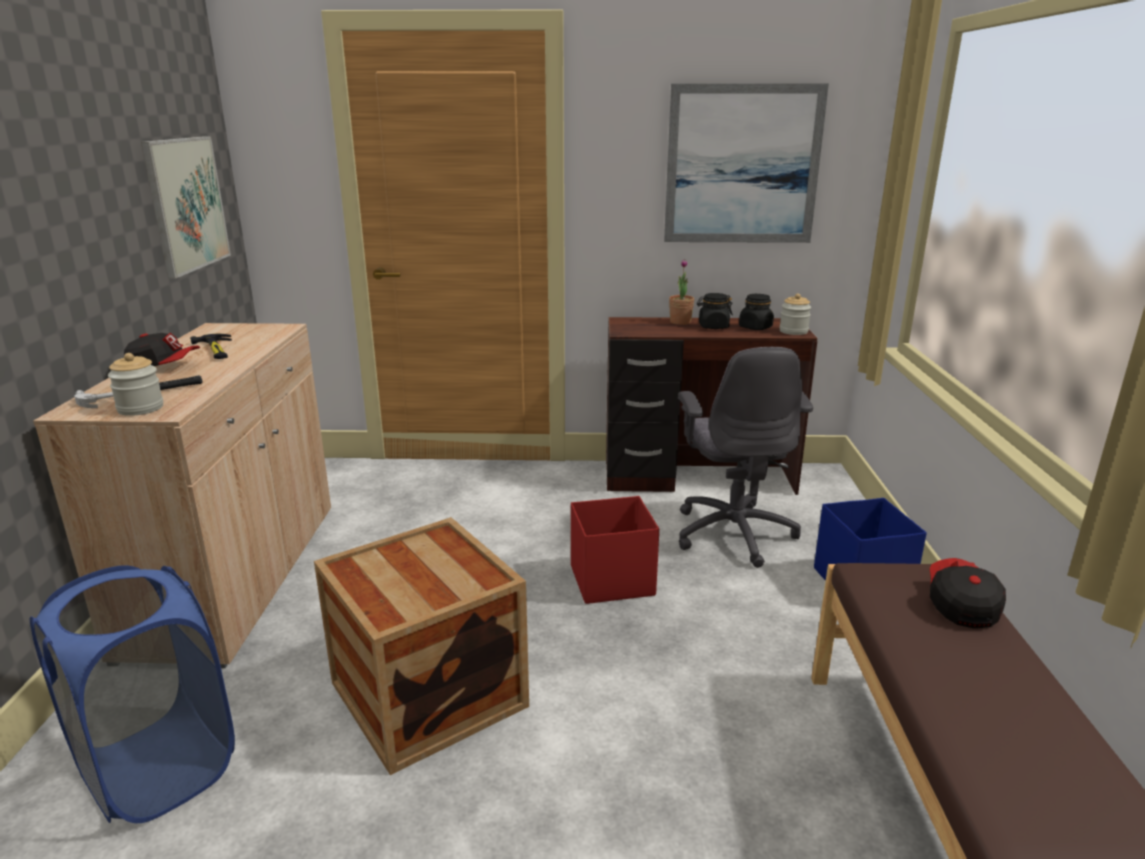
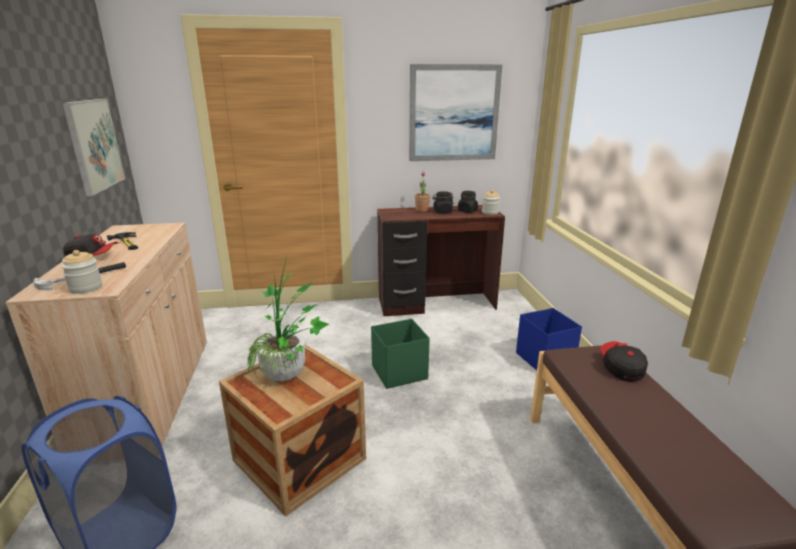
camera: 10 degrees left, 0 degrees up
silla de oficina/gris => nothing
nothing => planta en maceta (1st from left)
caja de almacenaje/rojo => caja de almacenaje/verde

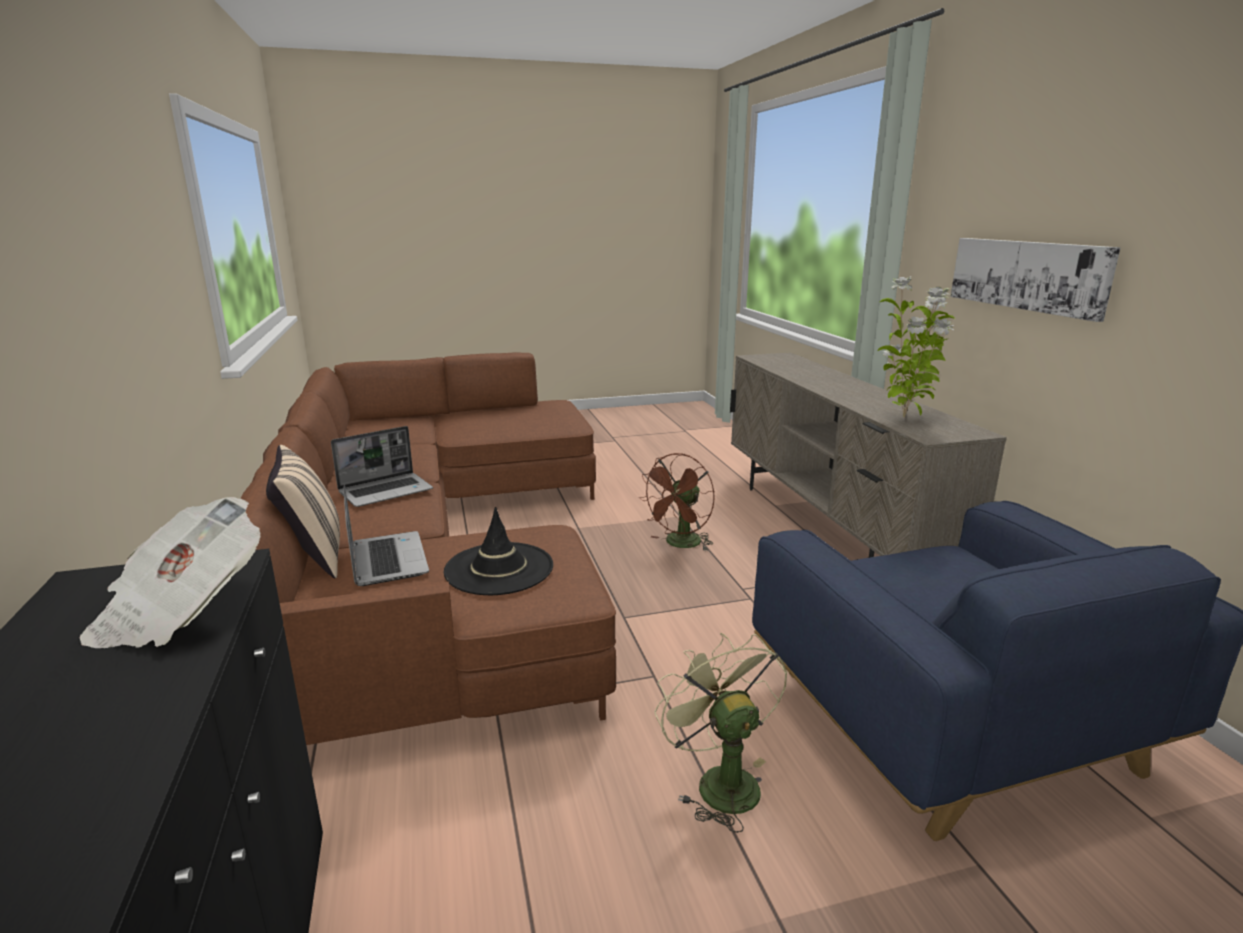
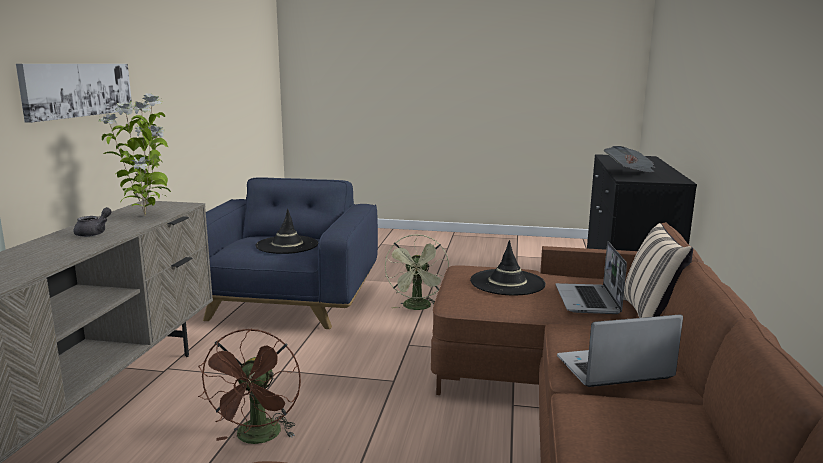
camera: 155 degrees left, 5 degrees down
nothing => tetera/gris
nothing => sombrero/negro (1st from left)
ventilador/marrón, 120 degrees clockwise

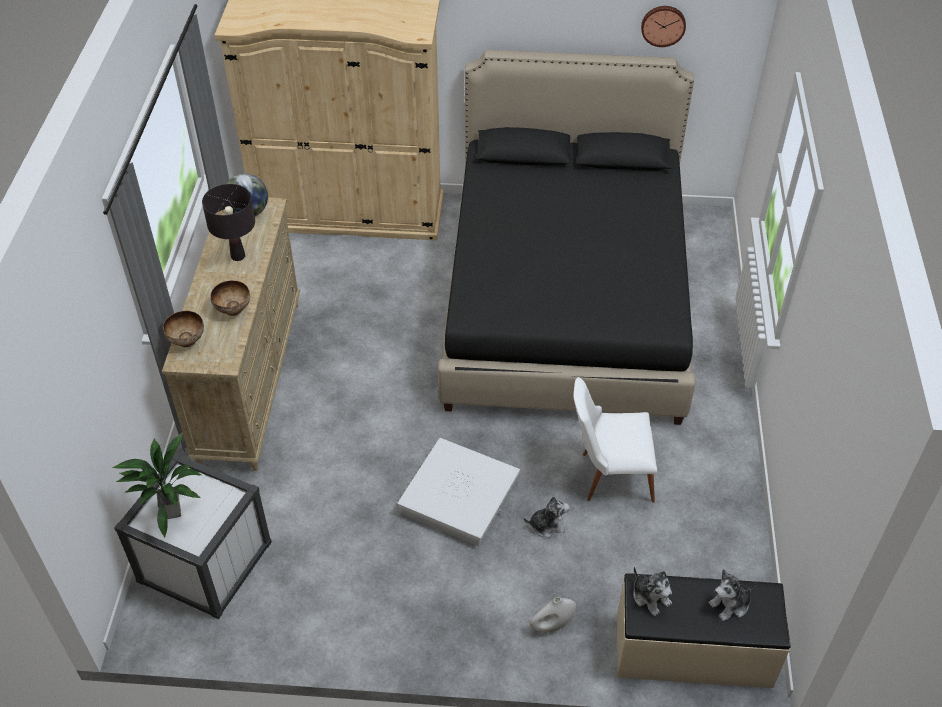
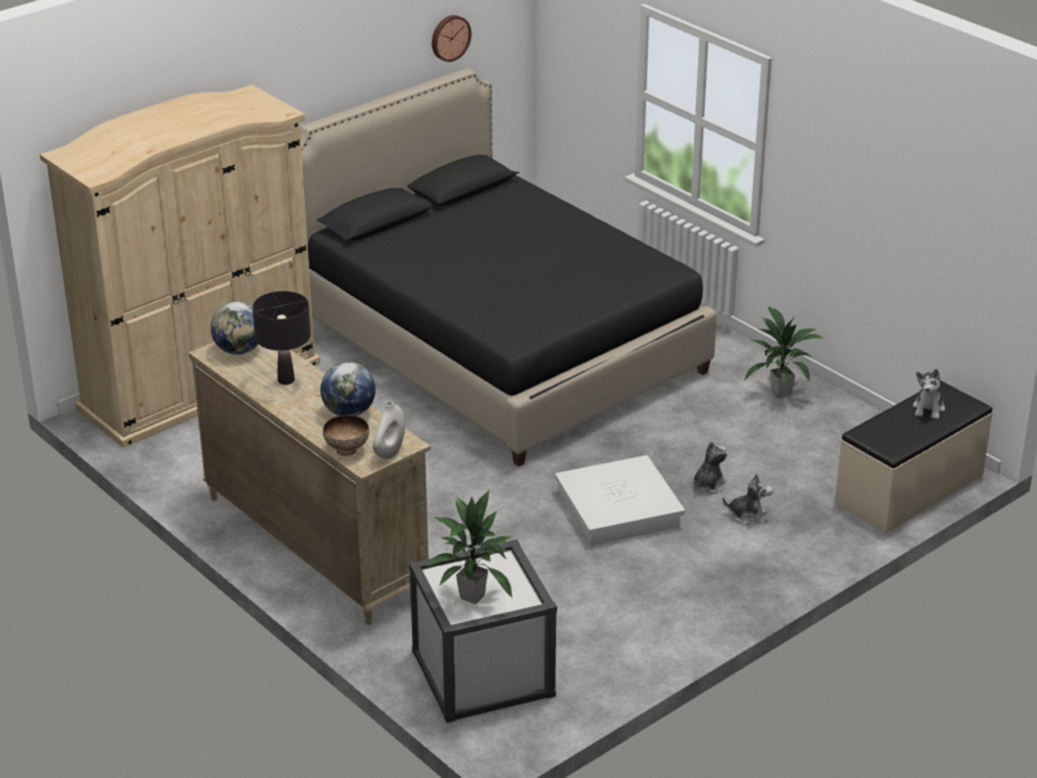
camera: 45 degrees left, 15 degrees down
silla/blanco => nothing
nothing => planta en maceta (2nd from left)
florero/blanco, move
peluche (2nd from left), move
cuenco (2nd from left) => globo terráqueo (2nd from left)

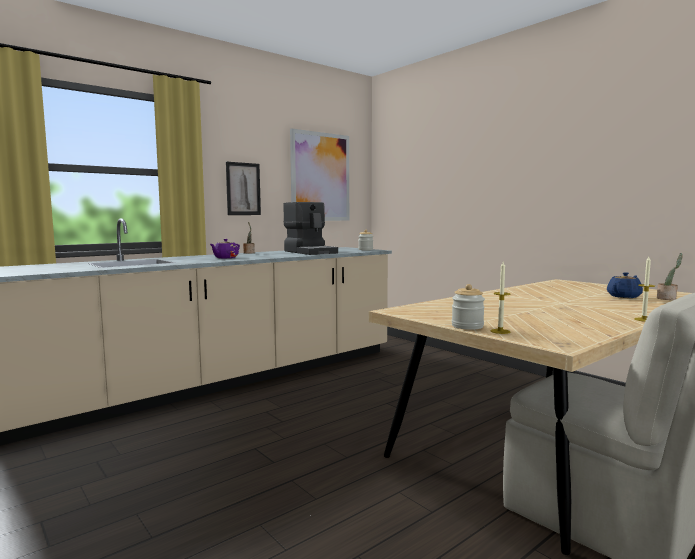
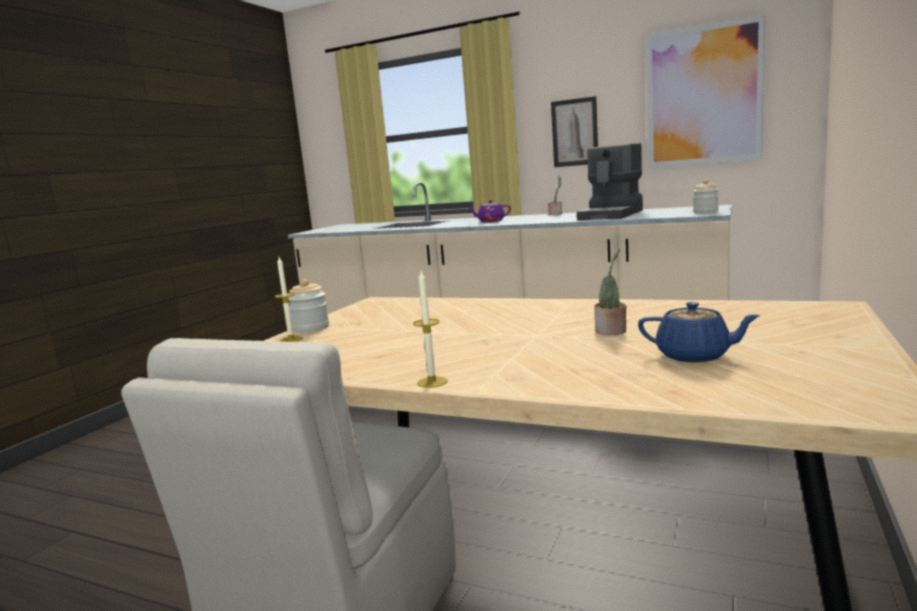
camera: 65 degrees right, 5 degrees up
planta en maceta (2nd from left), move

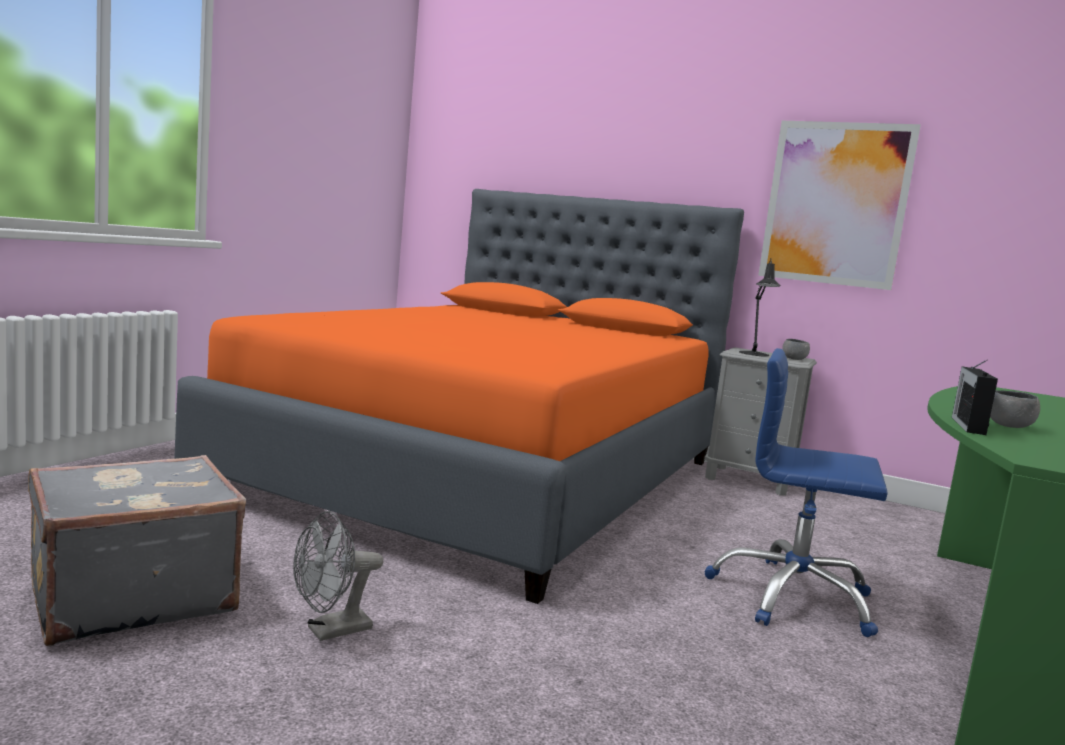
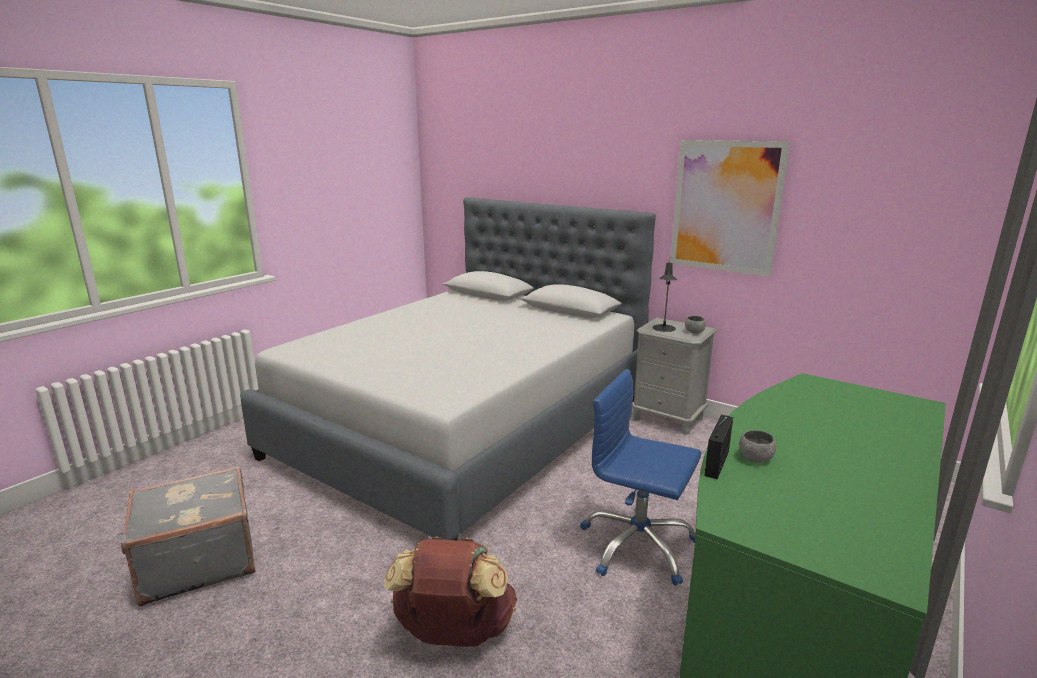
camera: 10 degrees right, 10 degrees up
ventilador/gris => nothing
nothing => mochila/marrón
cama/naranja => cama/gris

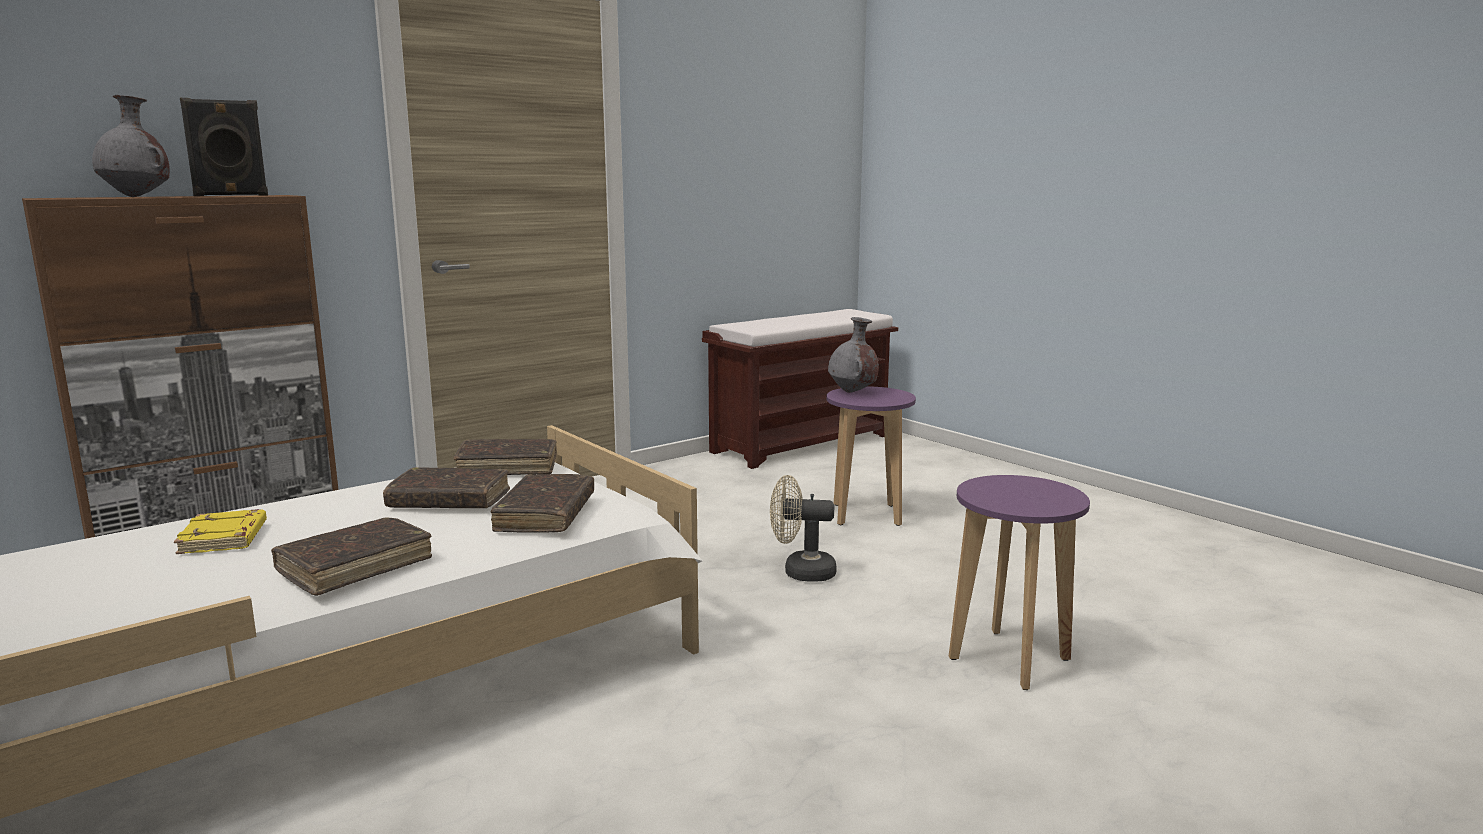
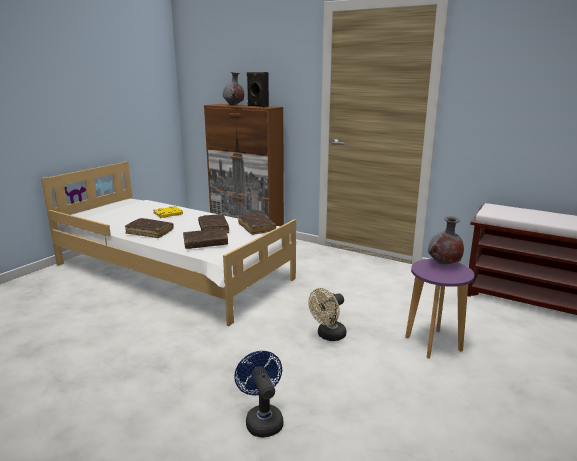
camera: 70 degrees right, 5 degrees up
taburete/morado (2nd from left) => ventilador/azul
ventilador/beis, 120 degrees counterclockwise

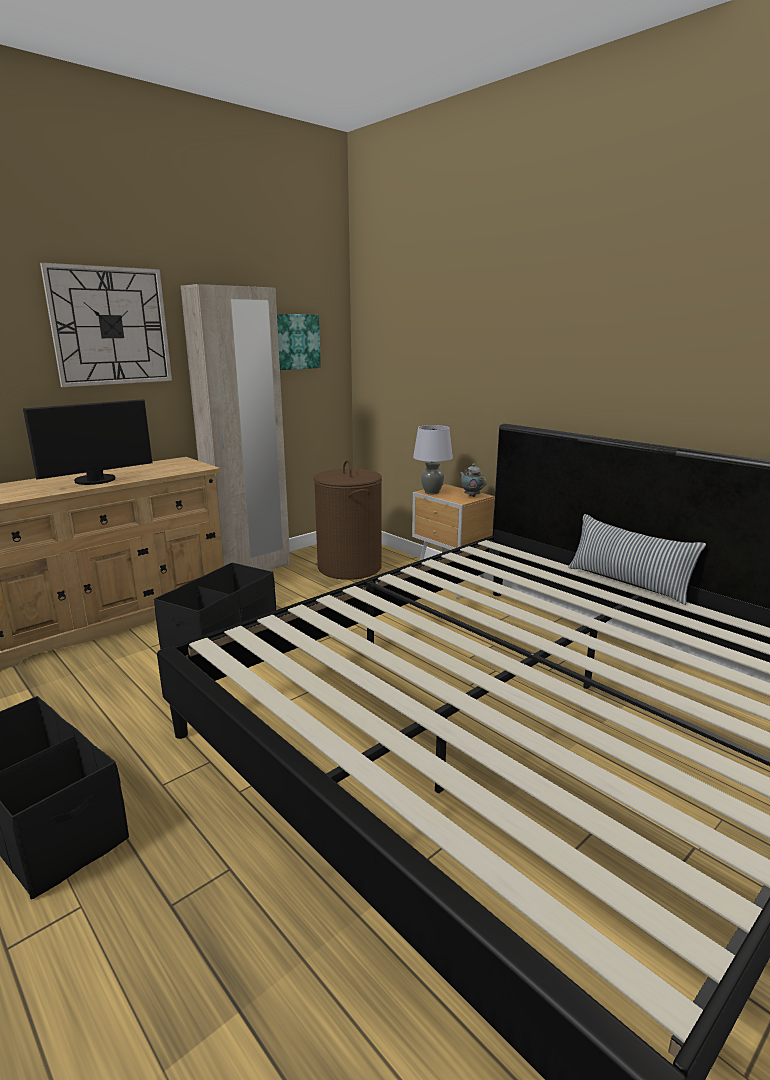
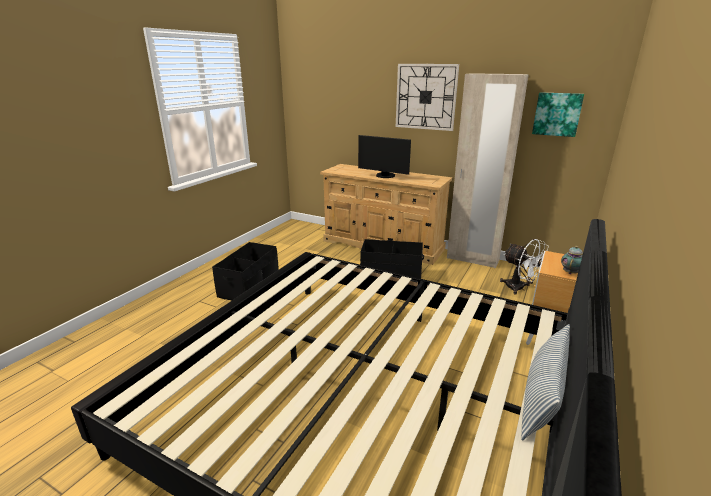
camera: 70 degrees right, 5 degrees up
lámpara de mesa/gris => nothing
cesto de la ropa/marrón => ventilador/blanco

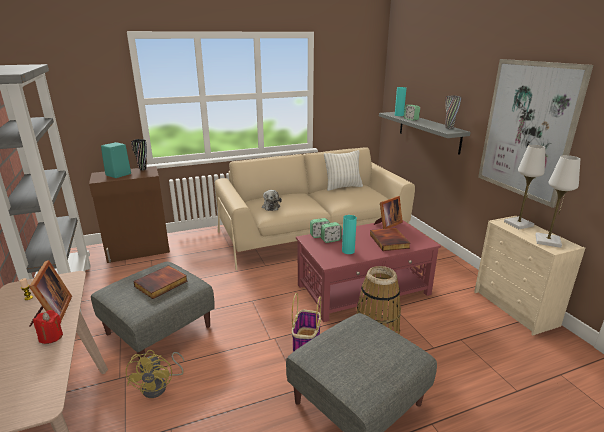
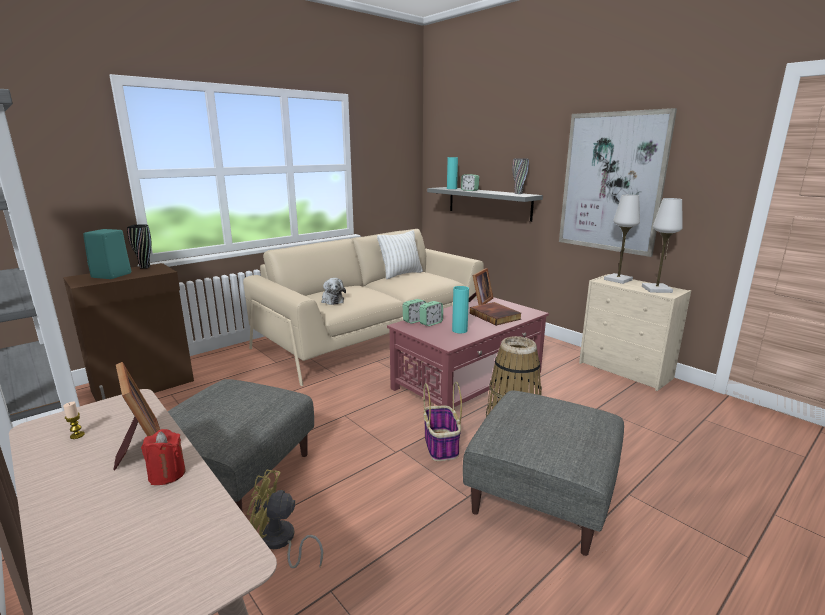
camera: 20 degrees left, 5 degrees down
libro (1st from left) => nothing
ventilador/amarillo, 120 degrees clockwise

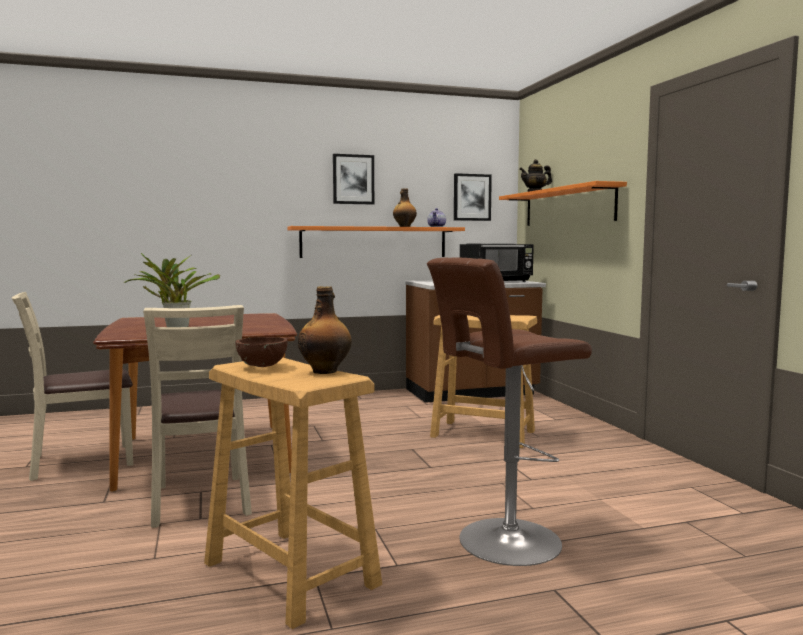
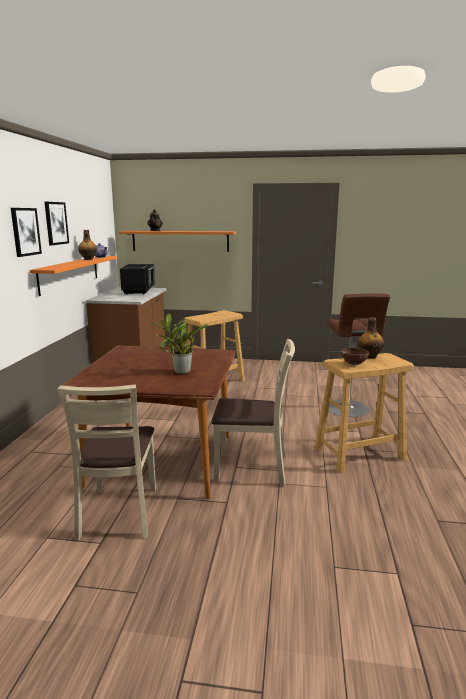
camera: 65 degrees left, 10 degrees up
cuadro (2nd from left in the first image) => cuadro (1st from left), move

